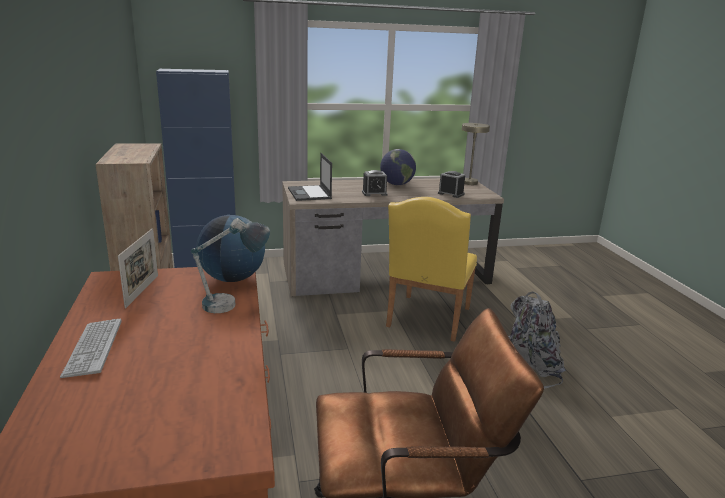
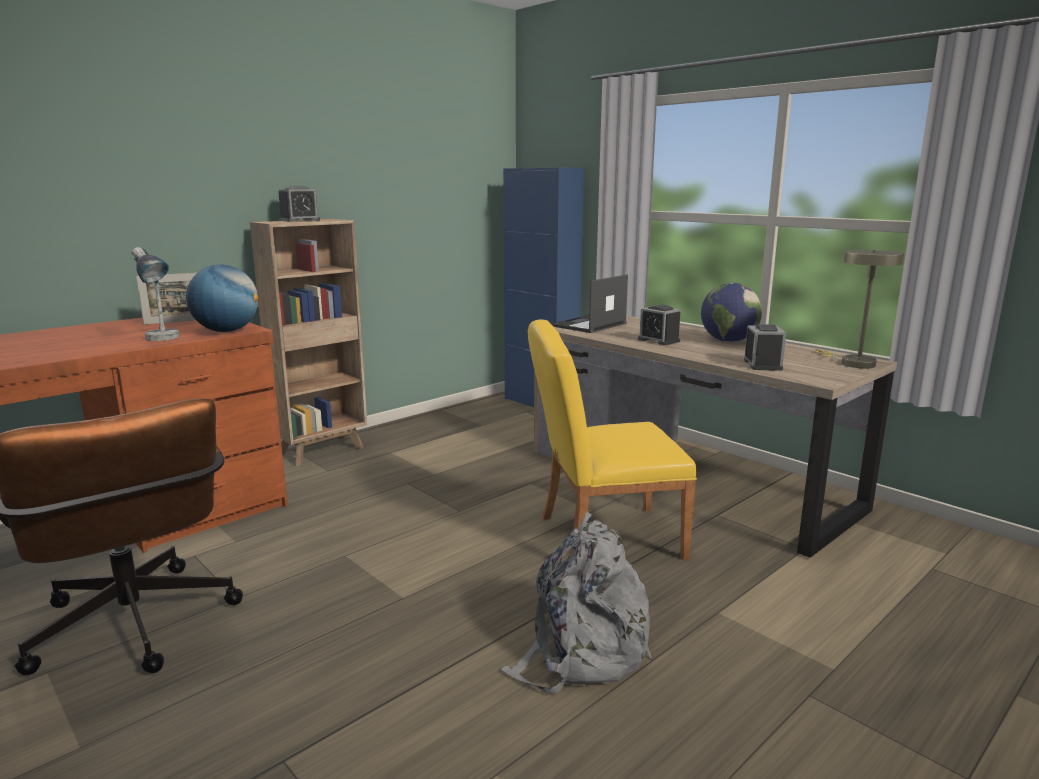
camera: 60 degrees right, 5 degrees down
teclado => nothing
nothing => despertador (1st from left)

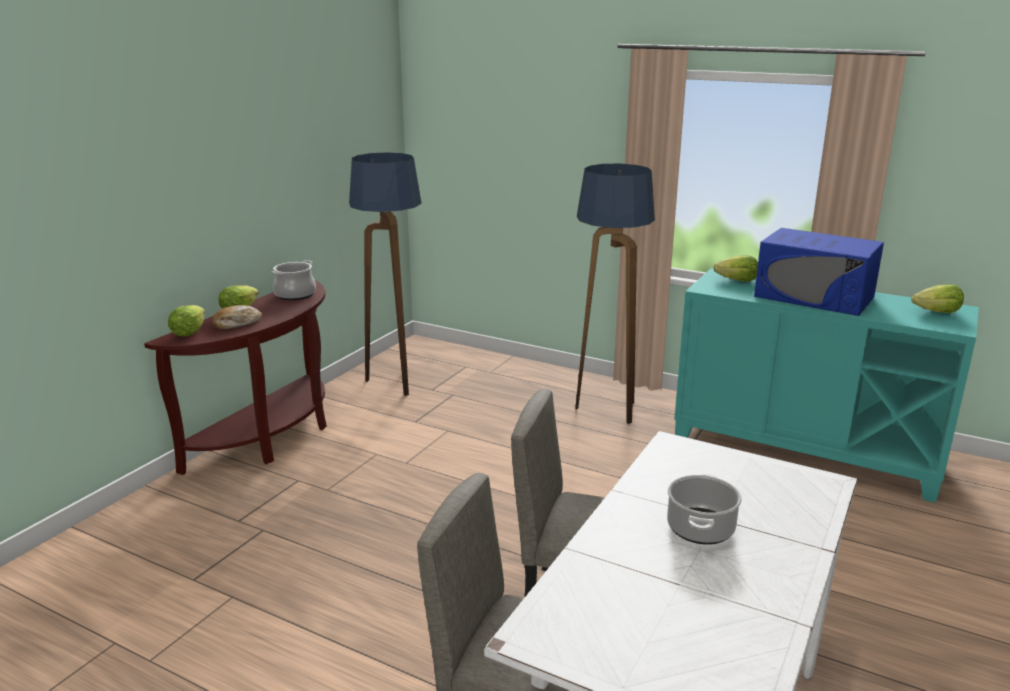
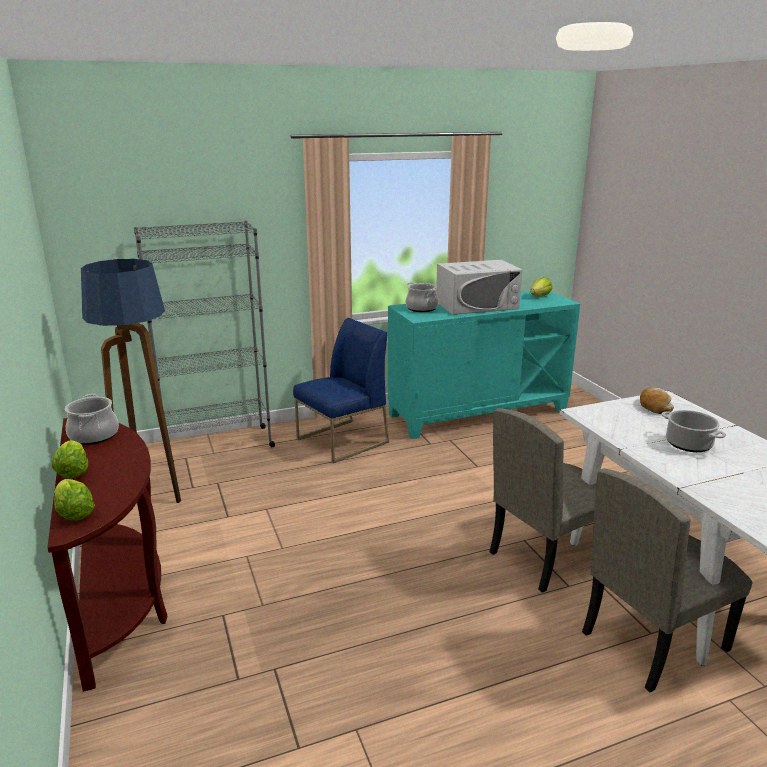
camera: 50 degrees left, 0 degrees up
nothing => estantería/gris
pan, move
lámpara de pie (2nd from left) => silla/azul
lechuga (3rd from left) => olla (2nd from left)
microondas/azul => microondas/blanco

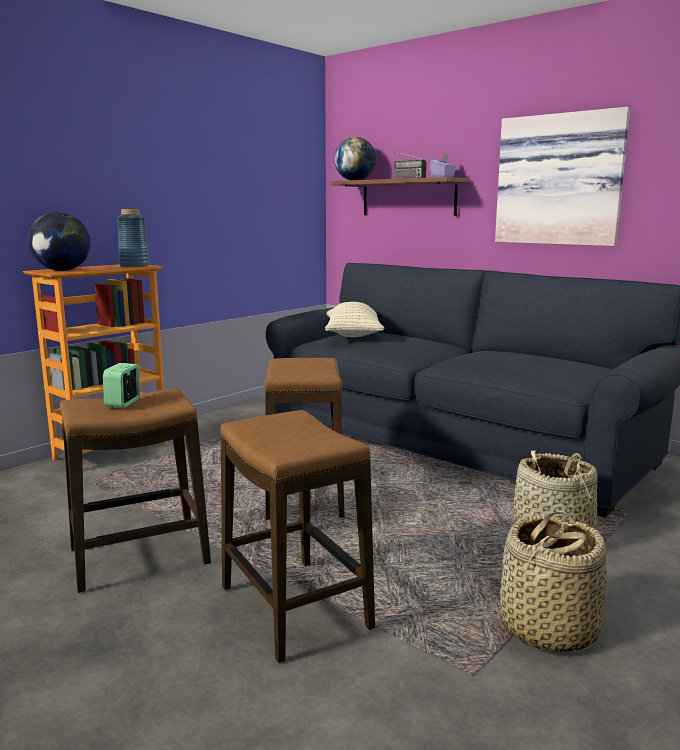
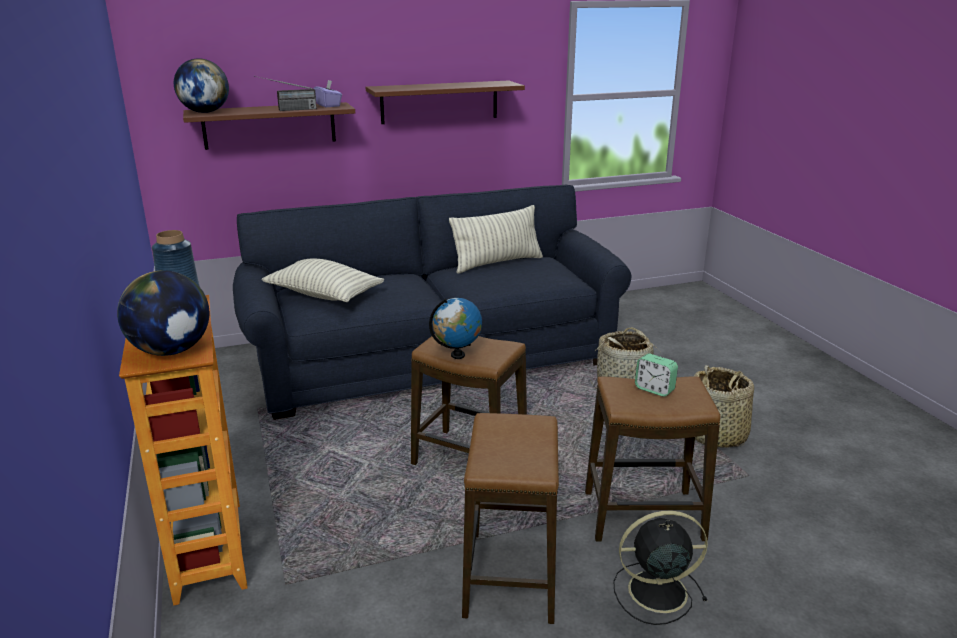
camera: 60 degrees left, 10 degrees up
nothing => globo terráqueo (3rd from left)
nothing => cojín (2nd from left)
nothing => ventilador/negro
despertador, move
cuadro => estante/marrón (2nd from left)

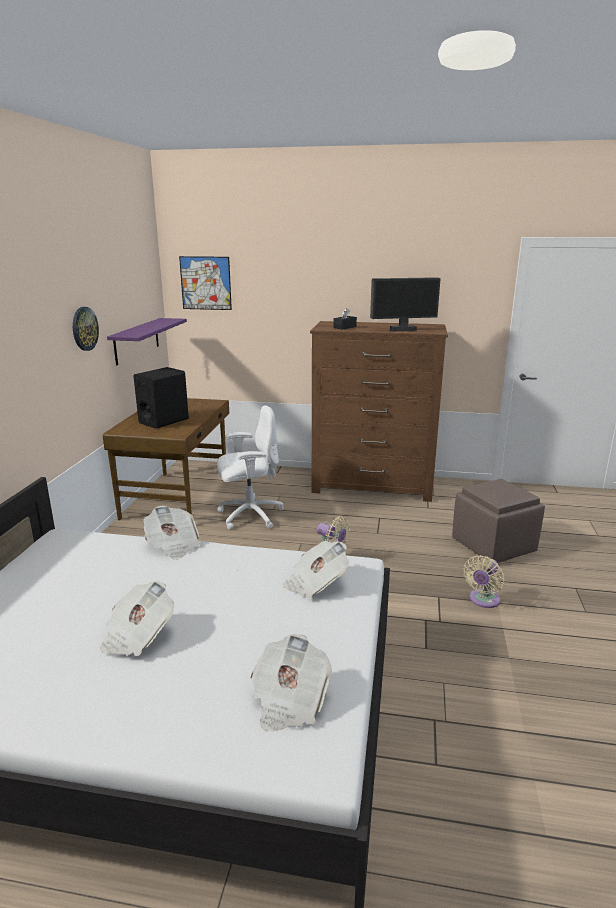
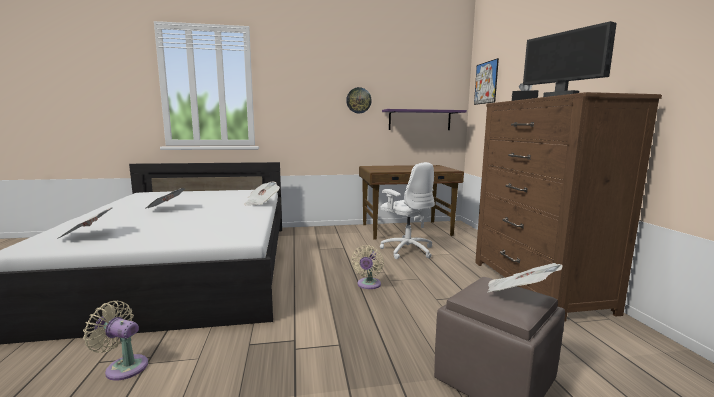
camera: 70 degrees right, 10 degrees down
altavoz/negro => nothing
periódico (4th from left), move
ventilador/beis (2nd from left in the first image) => ventilador/beis (1st from left), move

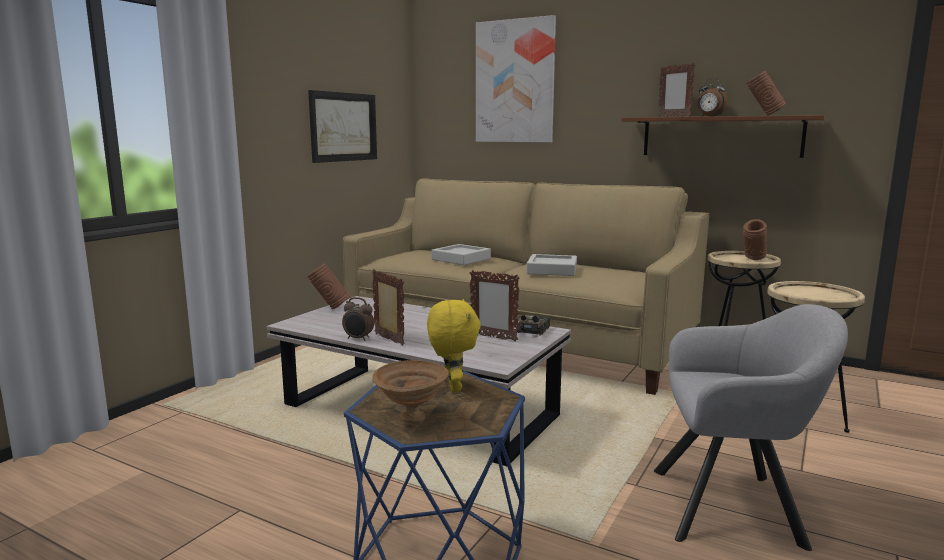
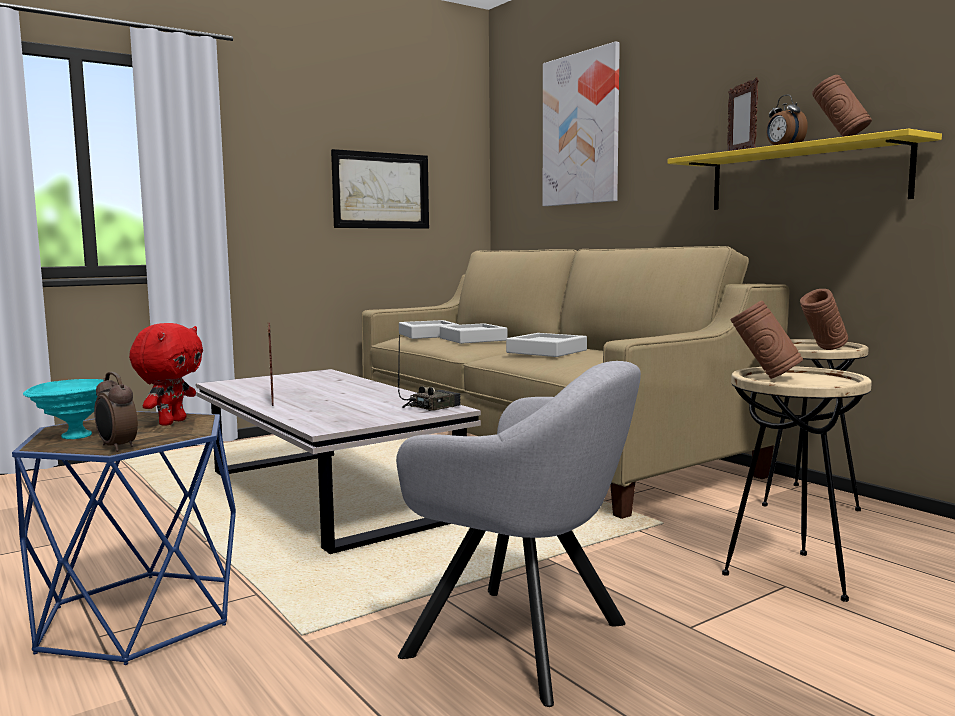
camera: 25 degrees right, 5 degrees down
portarretratos (2nd from left) => nothing
nothing => bandeja/gris (1st from left)
florero/marrón (1st from left), move
despertador (1st from left), move
cuenco/marrón => cuenco/turquesa
peluche/amarillo => peluche/rojo
estante/marrón => estante/amarillo

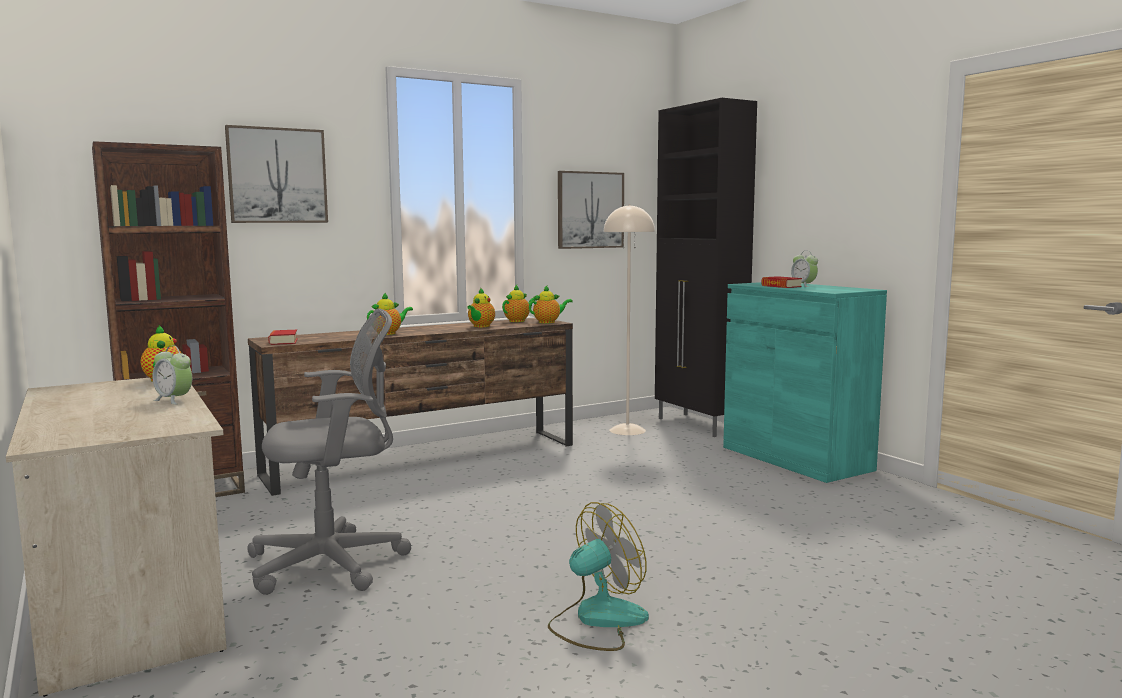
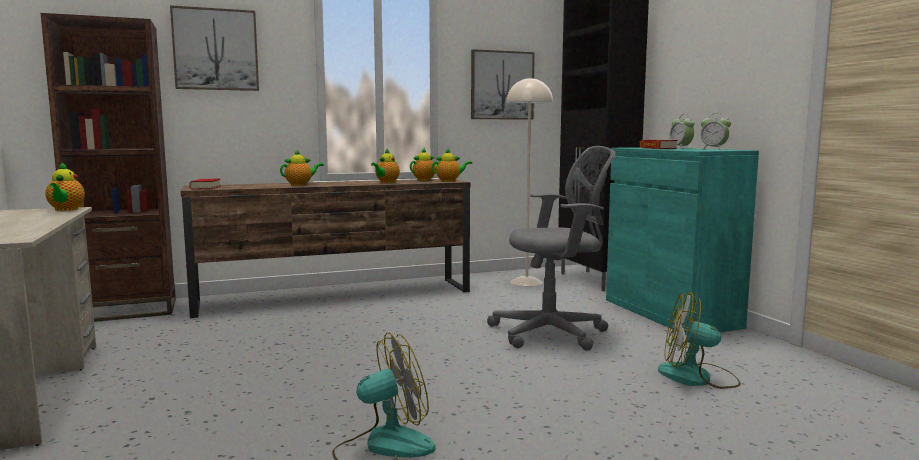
camera: 10 degrees right, 0 degrees up
nothing => ventilador (2nd from left)
despertador (1st from left in the first image) => despertador (2nd from left), move
silla de oficina/gris, move

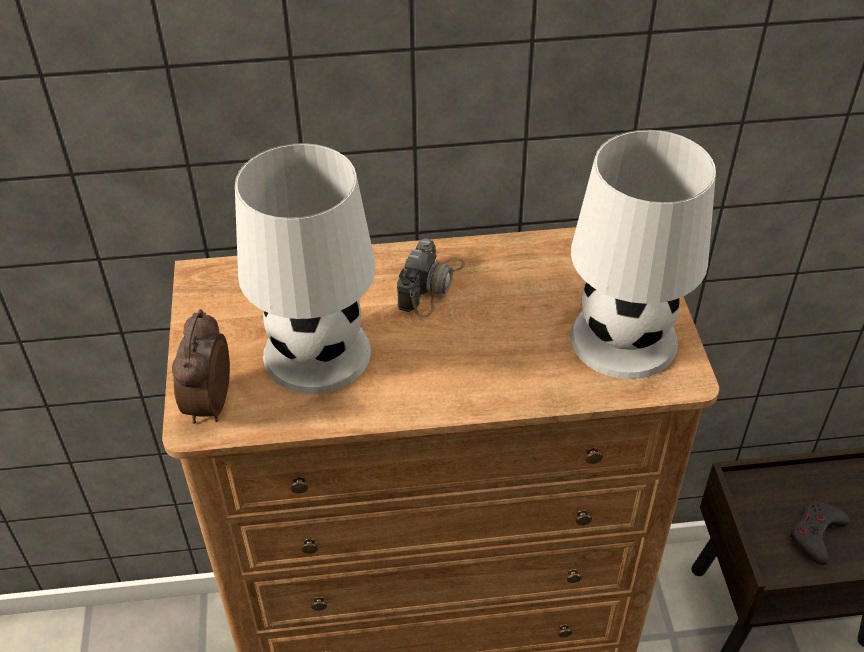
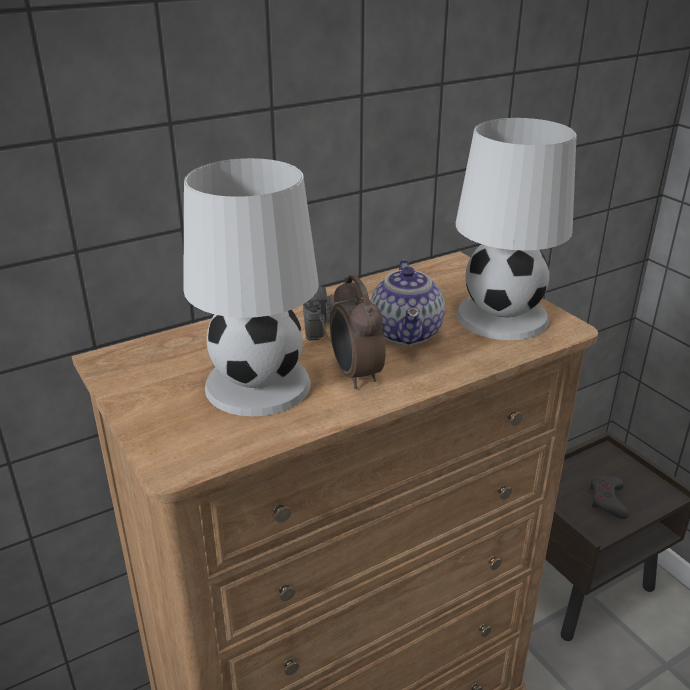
camera: 25 degrees left, 15 degrees down
nothing => tetera
despertador, move

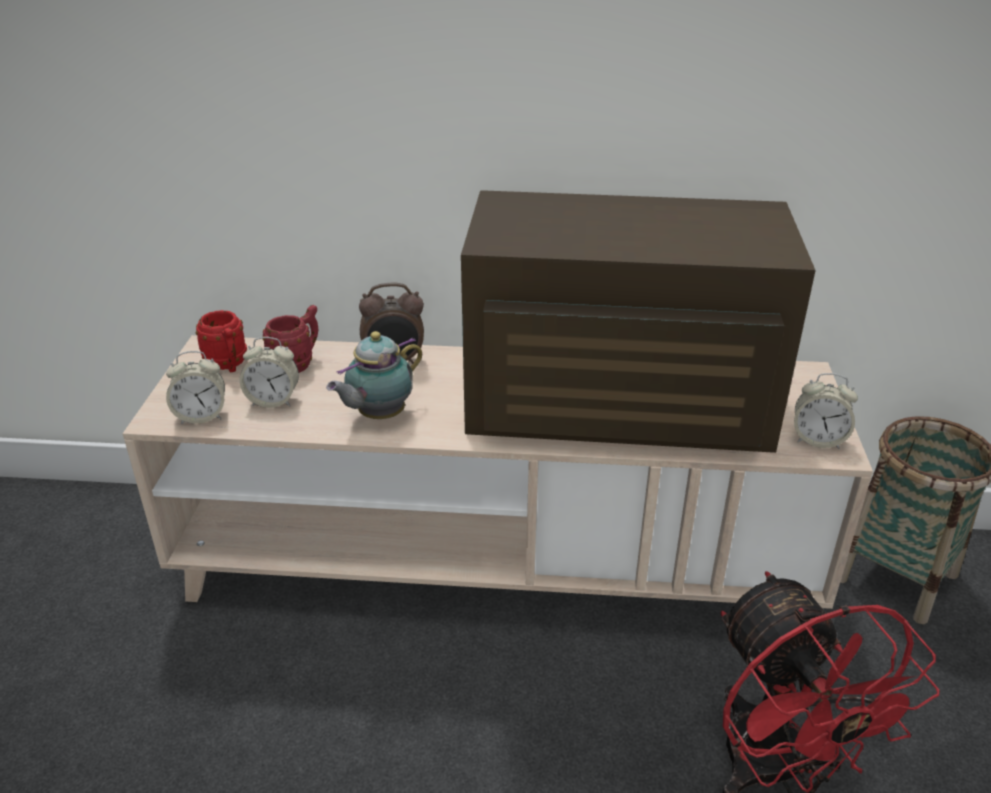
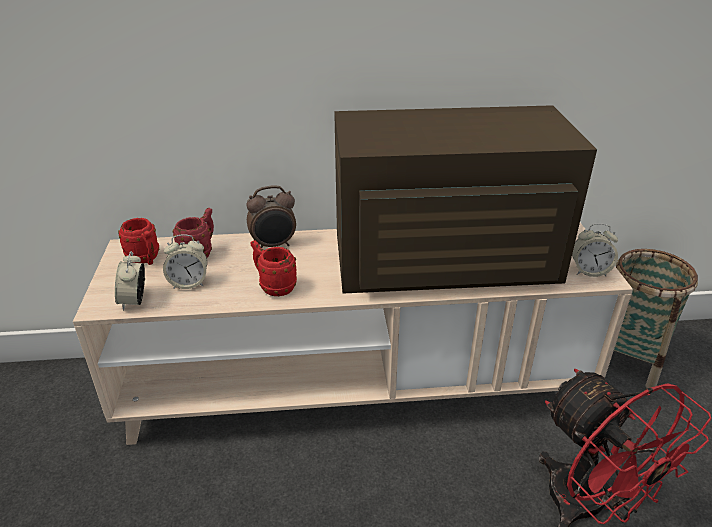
camera: 10 degrees left, 0 degrees up
tetera => taza grande/rojo (3rd from left)
despertador (1st from left), 105 degrees clockwise

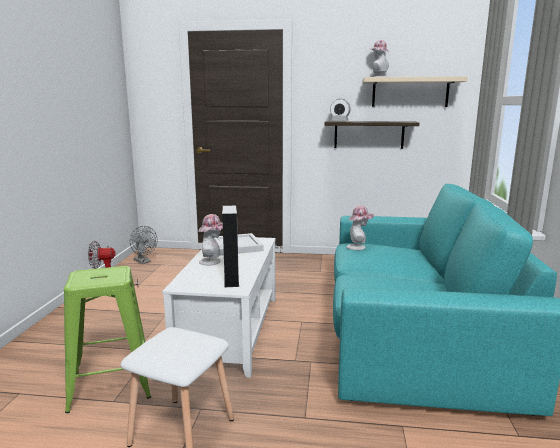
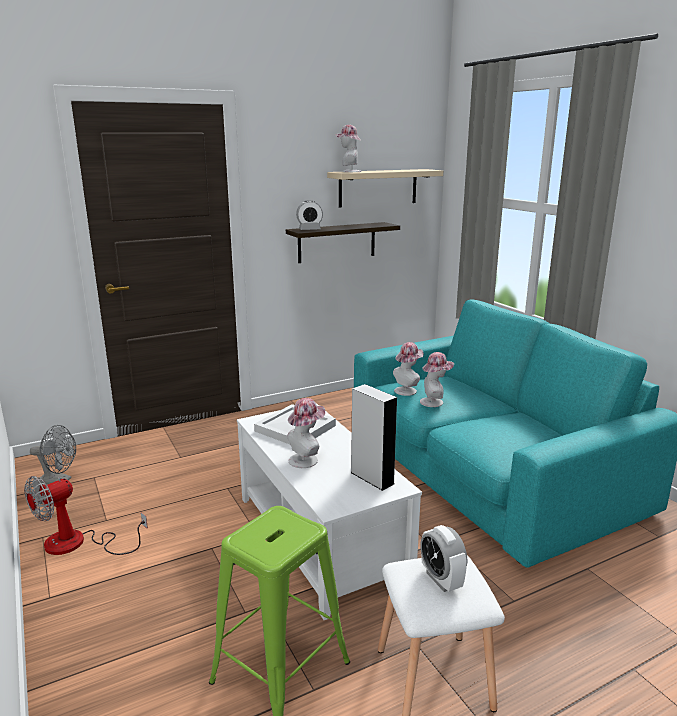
camera: 35 degrees left, 5 degrees up
nothing => sombrero (4th from left)
nothing => despertador (2nd from left)

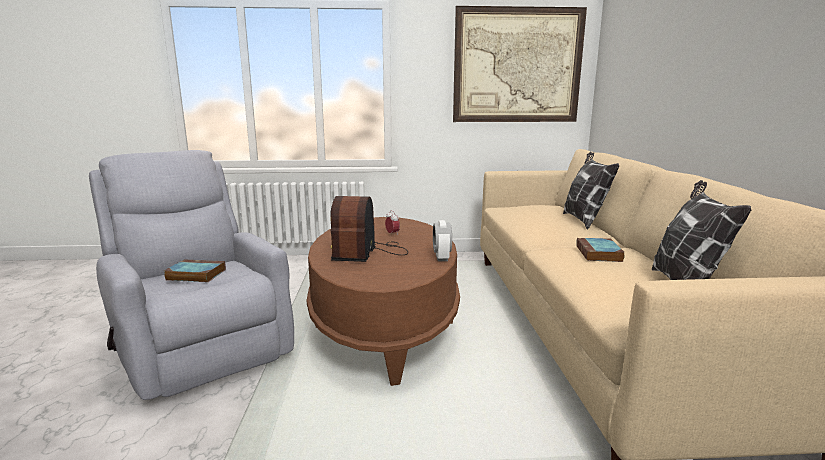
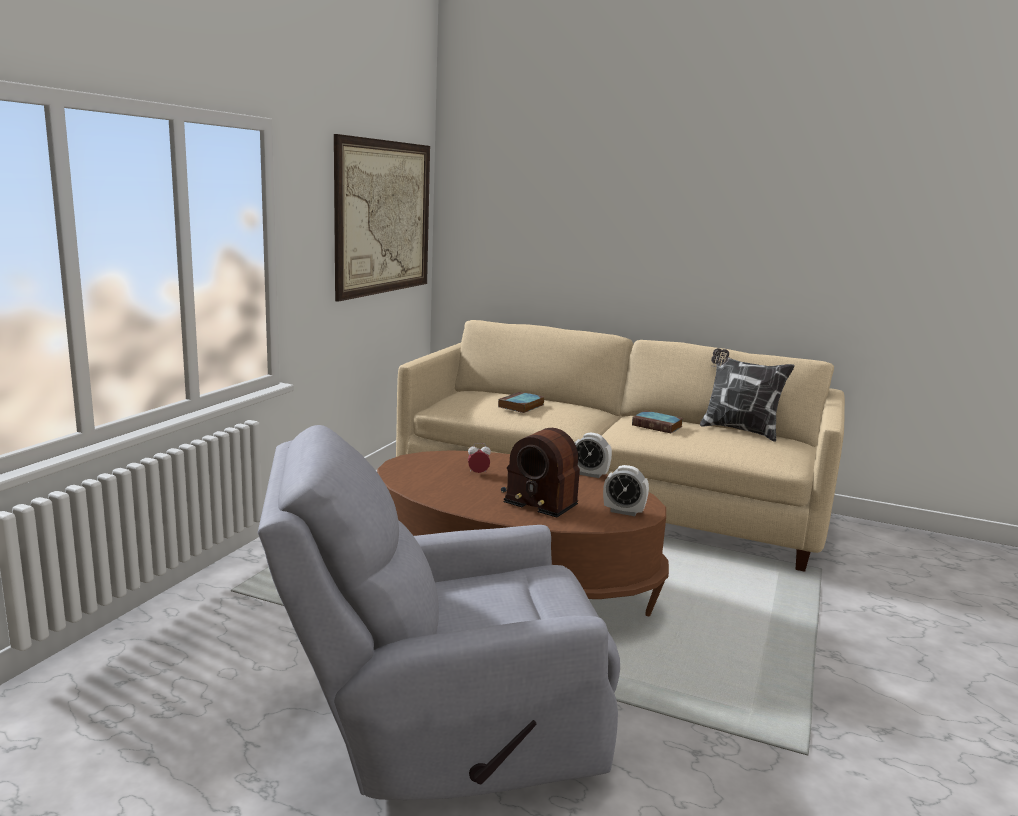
camera: 65 degrees left, 0 degrees up
cojín (1st from left) => nothing
nothing => despertador (3rd from left)
libro (1st from left), move

